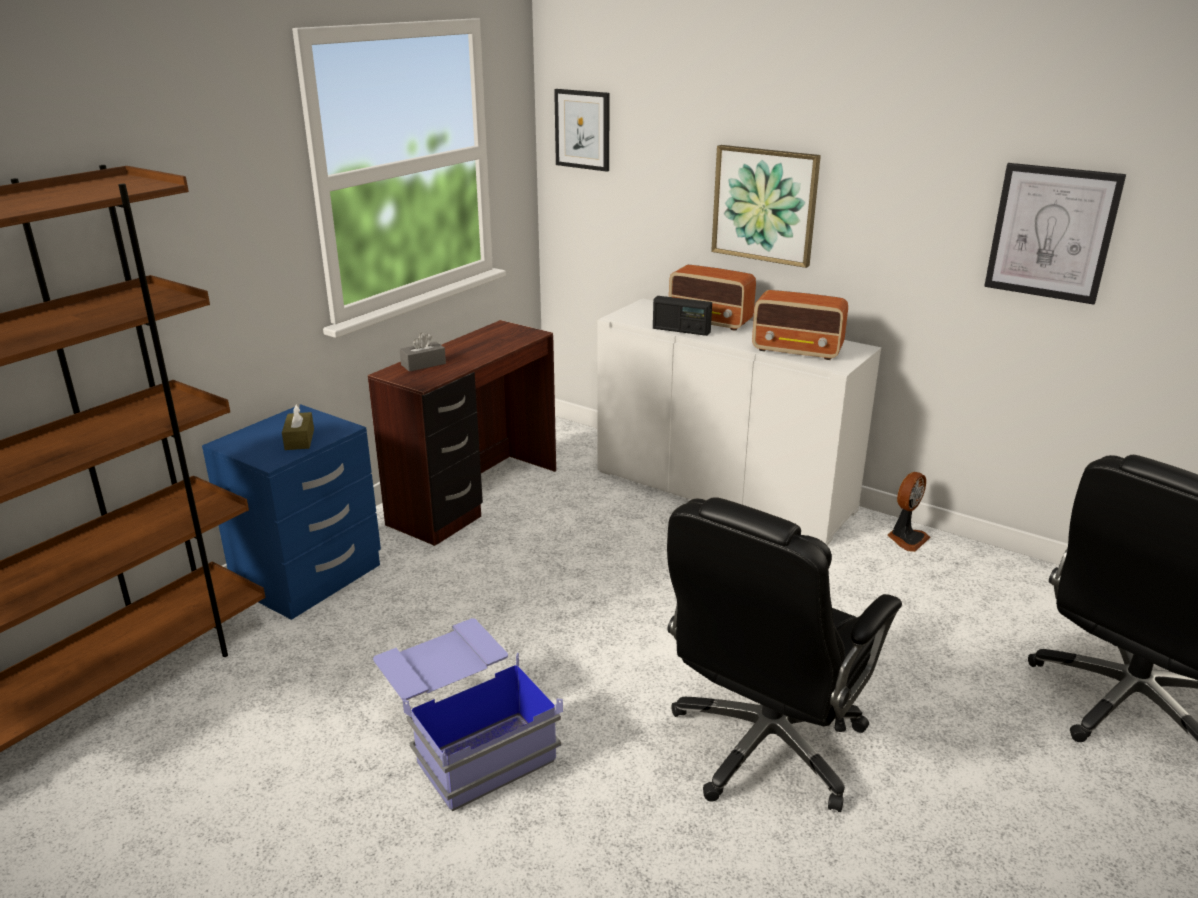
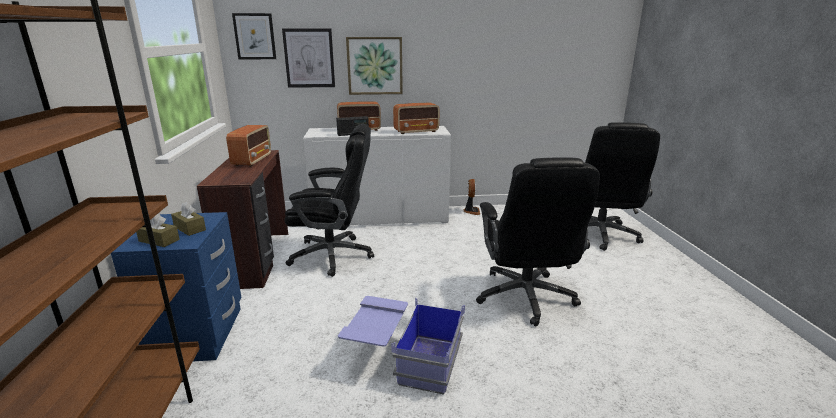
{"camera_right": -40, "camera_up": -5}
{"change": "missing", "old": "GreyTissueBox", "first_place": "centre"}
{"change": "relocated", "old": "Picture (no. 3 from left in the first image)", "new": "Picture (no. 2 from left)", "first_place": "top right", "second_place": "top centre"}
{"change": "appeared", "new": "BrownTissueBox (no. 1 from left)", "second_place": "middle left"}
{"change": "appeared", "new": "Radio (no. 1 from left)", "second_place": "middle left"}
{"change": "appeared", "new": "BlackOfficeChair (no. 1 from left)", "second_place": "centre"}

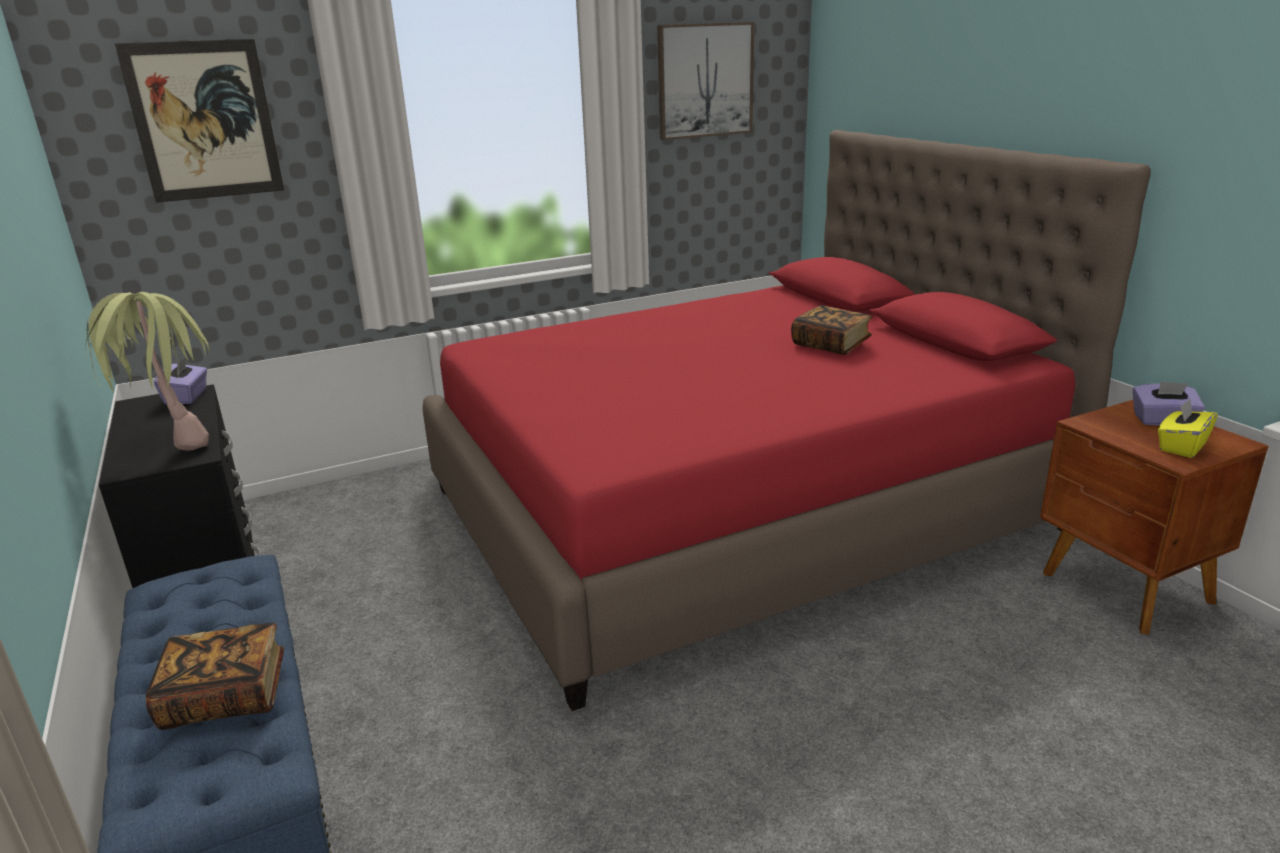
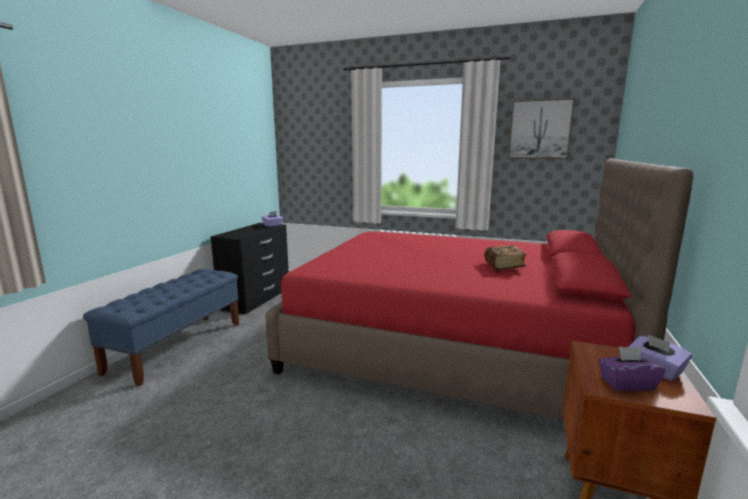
{"camera_right": 45, "camera_up": -10}
{"change": "missing", "old": "PottedPlant", "first_place": "middle left"}
{"change": "missing", "old": "Picture (no. 1 from left)", "first_place": "top left"}
{"change": "missing", "old": "Book (no. 1 from left)", "first_place": "bottom left"}
{"change": "colour", "old": "YellowTissueBox", "new": "PurpleTissueBox (no. 2 from left)", "first_place": "middle right", "second_place": "bottom right"}

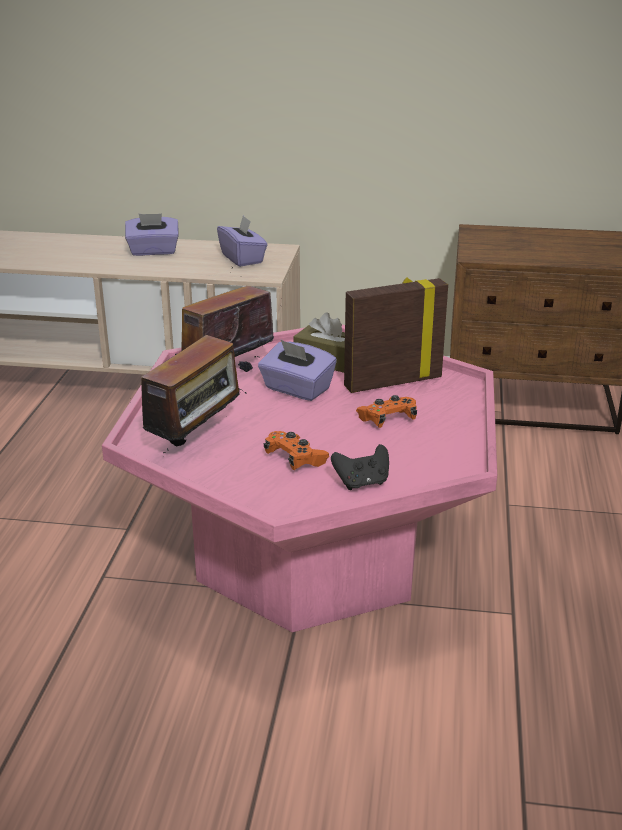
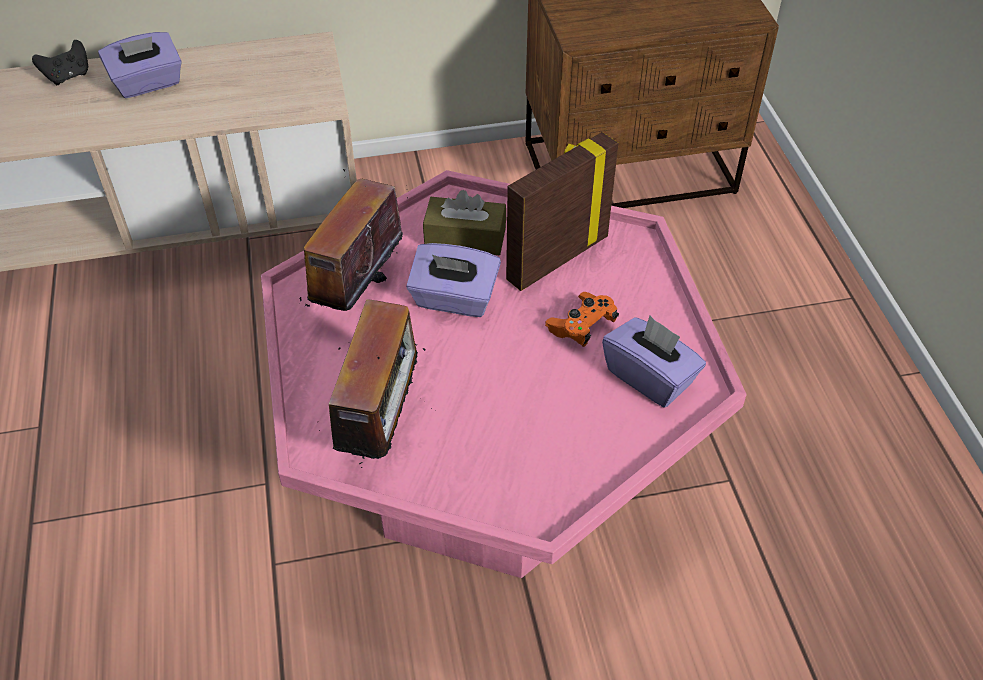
{"camera_right": -20, "camera_up": 20}
{"change": "relocated", "old": "PurpleTissueBox (no. 2 from left in the first image)", "new": "PurpleTissueBox (no. 3 from left)", "first_place": "top centre", "second_place": "centre"}
{"change": "missing", "old": "OrangeGameController (no. 1 from left)", "first_place": "centre"}
{"change": "relocated", "old": "BlackGameController", "first_place": "centre", "second_place": "top left"}

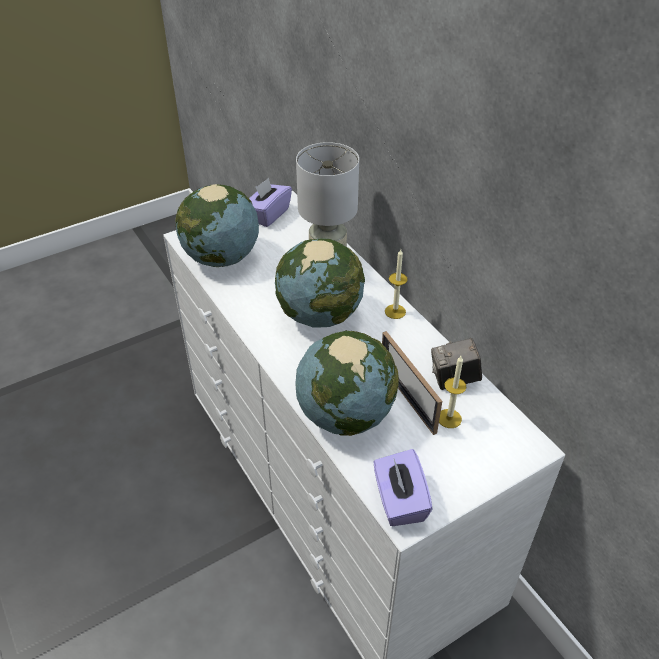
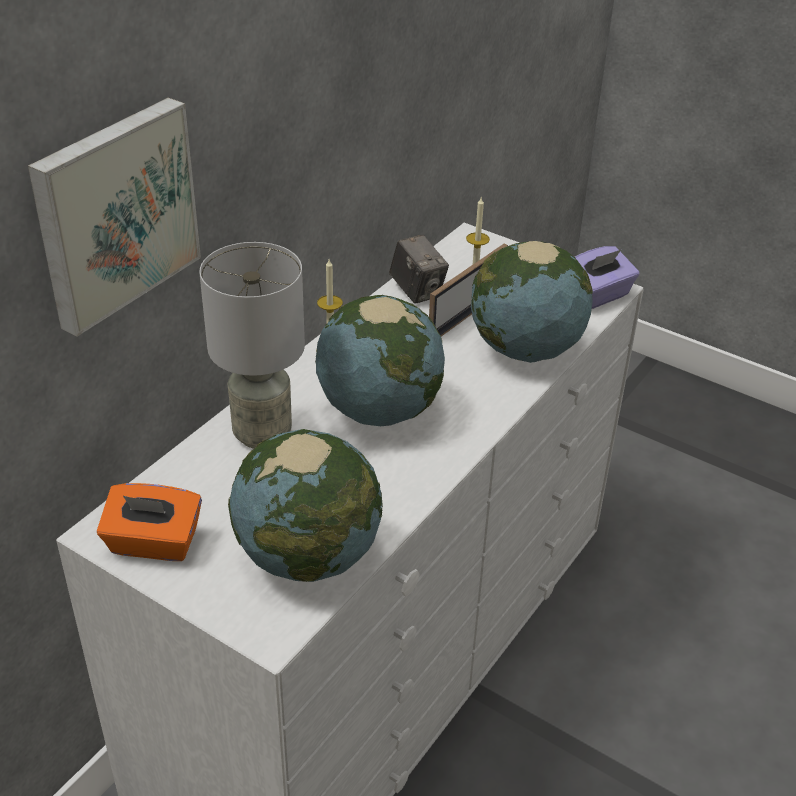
{"camera_right": -115, "camera_up": -5}
{"change": "colour", "old": "PurpleTissueBox (no. 1 from left)", "new": "OrangeTissueBox", "first_place": "top centre", "second_place": "middle left"}
{"change": "appeared", "new": "Picture", "second_place": "top left"}

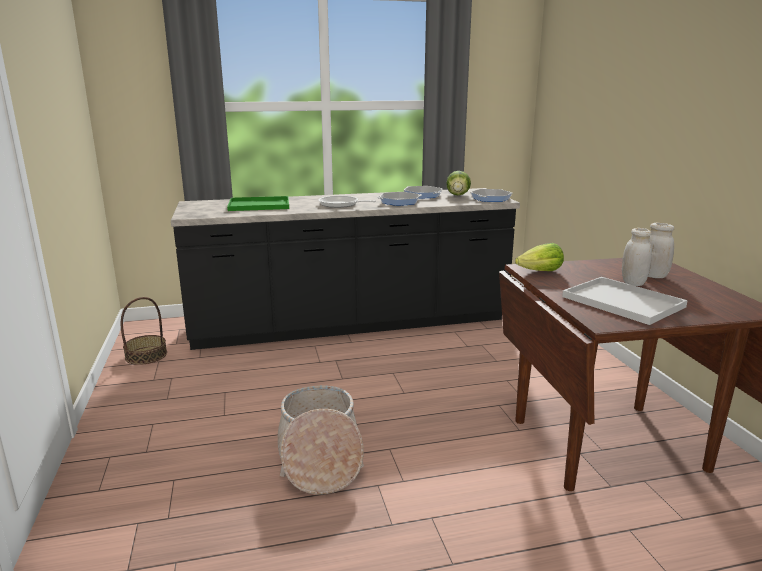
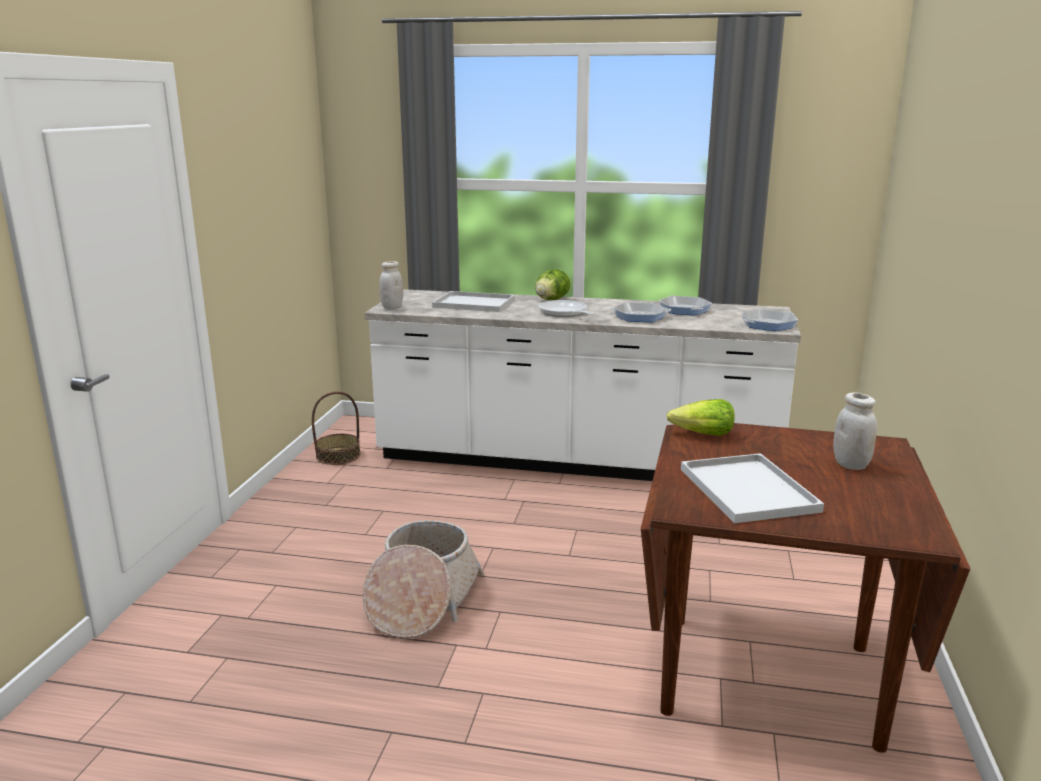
{"camera_right": 25, "camera_up": 0}
{"change": "colour", "old": "BlackCounter", "new": "WhiteCounter", "first_place": "centre", "second_place": "centre"}
{"change": "colour", "old": "GreenTray", "new": "WhiteTray (no. 1 from left)", "first_place": "centre", "second_place": "centre"}
{"change": "relocated", "old": "Lettuce (no. 1 from left)", "first_place": "top centre", "second_place": "centre"}
{"change": "relocated", "old": "WhiteJar (no. 1 from left)", "first_place": "middle right", "second_place": "centre"}

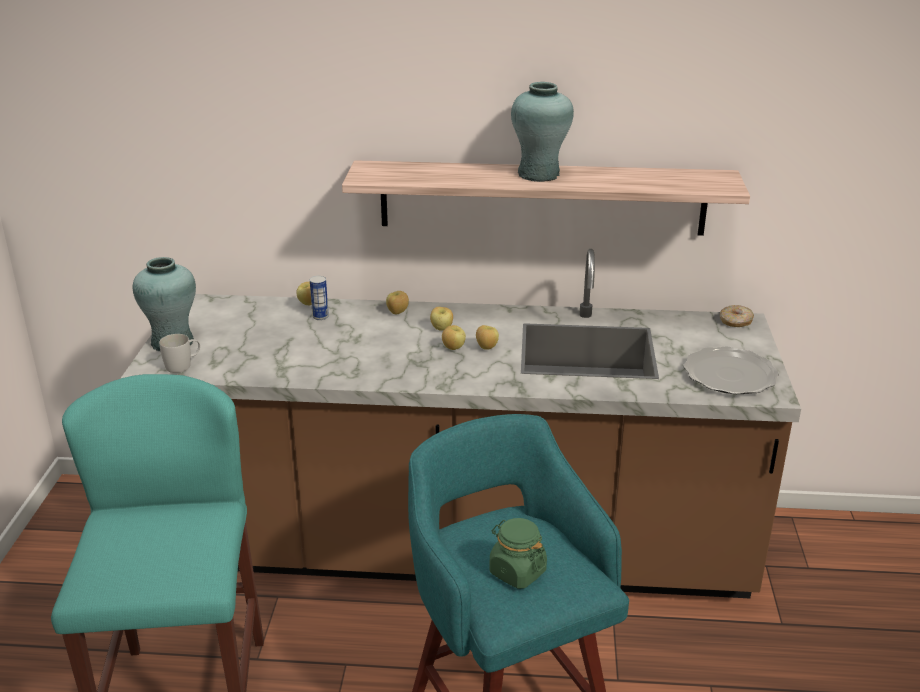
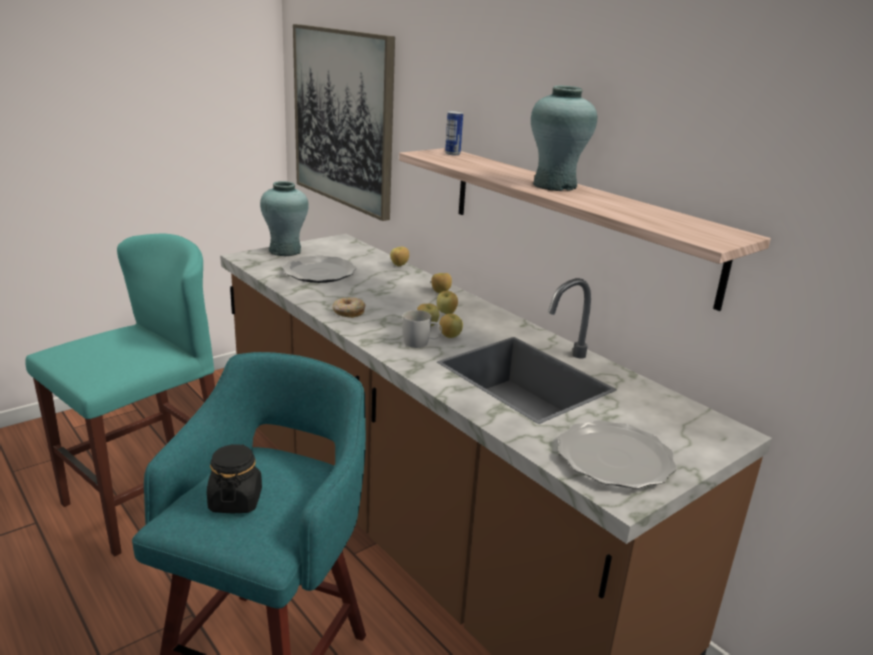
{"camera_right": 45, "camera_up": -5}
{"change": "relocated", "old": "WhiteMug", "first_place": "middle left", "second_place": "centre"}
{"change": "relocated", "old": "Can", "first_place": "centre", "second_place": "top centre"}
{"change": "colour", "old": "GreenJar", "new": "BlackJar", "first_place": "bottom centre", "second_place": "bottom left"}
{"change": "relocated", "old": "Donut", "first_place": "middle right", "second_place": "centre"}
{"change": "appeared", "new": "Plate (no. 1 from left)", "second_place": "centre"}
{"change": "appeared", "new": "Picture", "second_place": "top centre"}

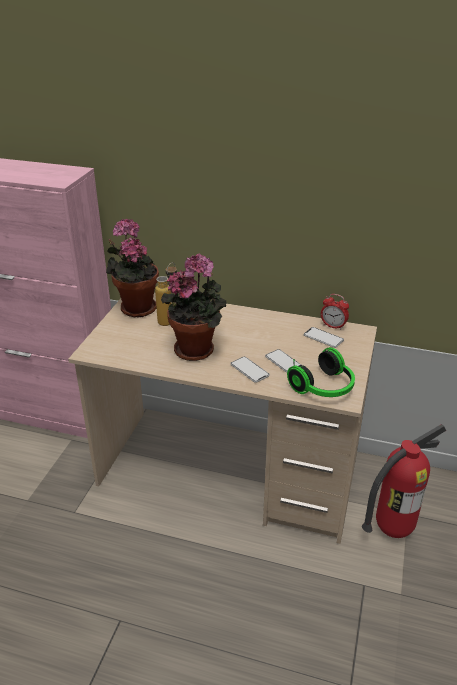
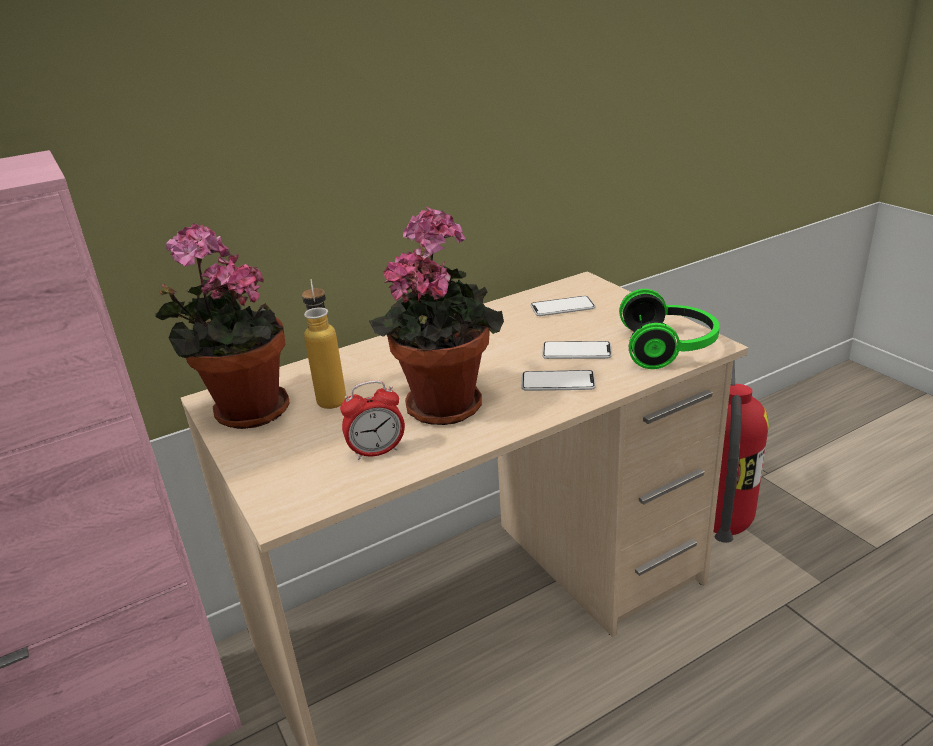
{"camera_right": -45, "camera_up": -5}
{"change": "relocated", "old": "AlarmClock", "first_place": "middle right", "second_place": "centre"}

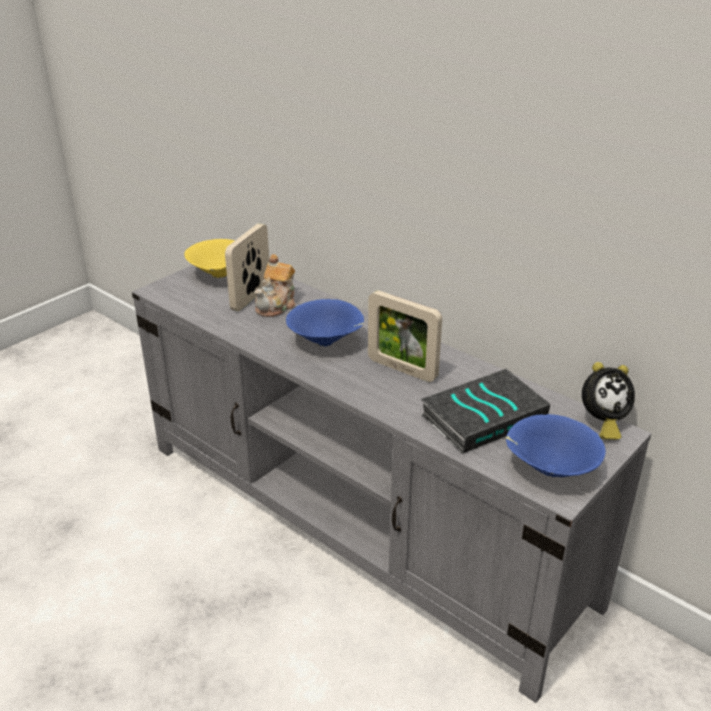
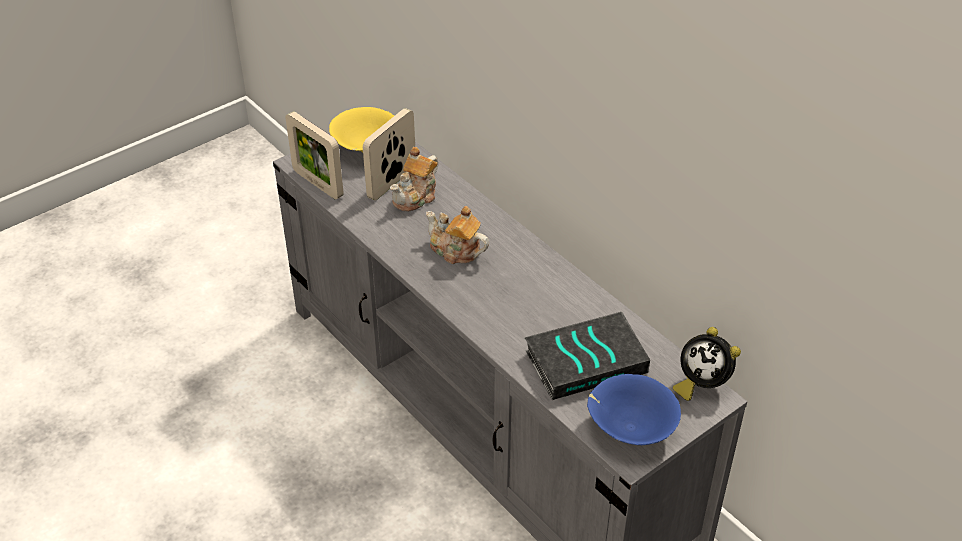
{"camera_right": 10, "camera_up": 10}
{"change": "exchanged", "old": "BlueBowl (no. 1 from left)", "new": "Teapot (no. 2 from left)", "first_place": "centre", "second_place": "centre"}
{"change": "relocated", "old": "PictureFrame (no. 2 from left in the first image)", "new": "PictureFrame (no. 1 from left)", "first_place": "centre", "second_place": "top left"}
{"change": "spun", "old": "AlarmClock", "first_place": "middle right", "second_place": "bottom right", "degrees": 45}

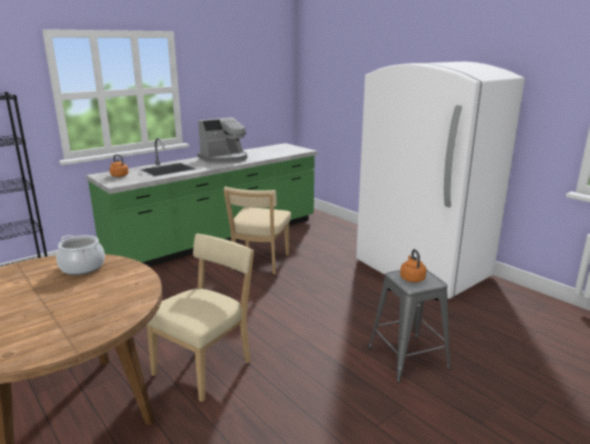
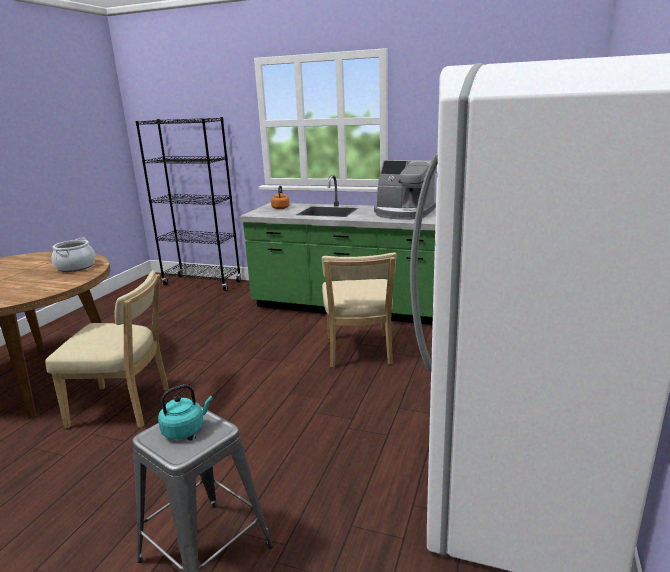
{"camera_right": 60, "camera_up": 0}
{"change": "spun", "old": "BeigeChair (no. 2 from left)", "first_place": "centre", "second_place": "centre", "degrees": -75}
{"change": "colour", "old": "OrangeKettle (no. 2 from left)", "new": "TurquoiseKettle", "first_place": "middle right", "second_place": "bottom left"}

